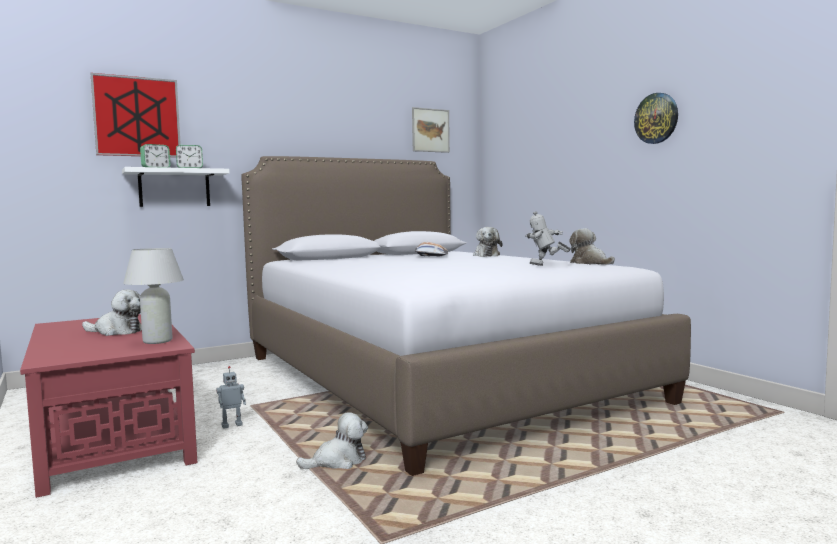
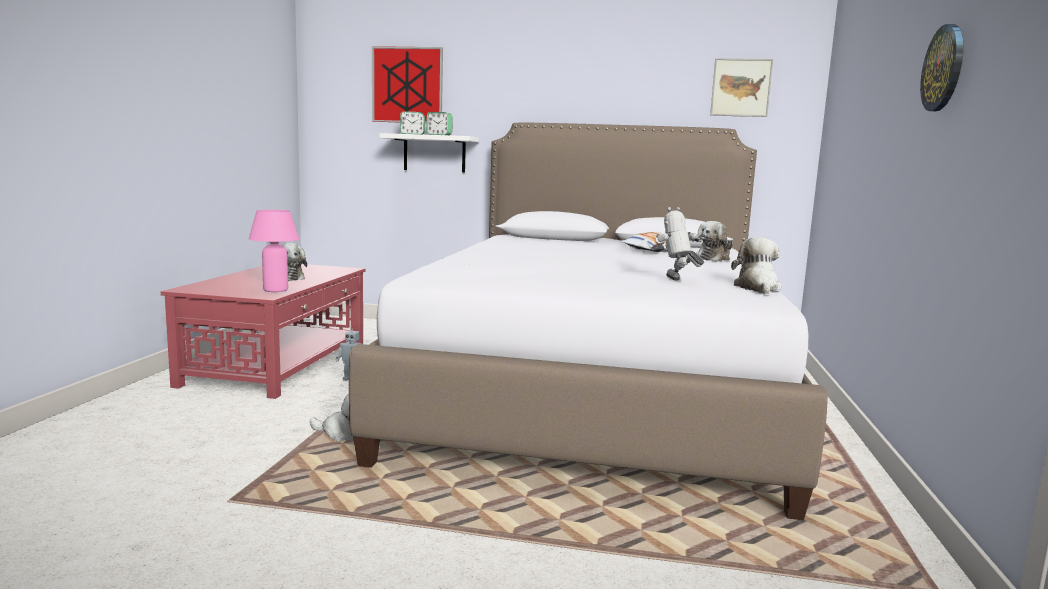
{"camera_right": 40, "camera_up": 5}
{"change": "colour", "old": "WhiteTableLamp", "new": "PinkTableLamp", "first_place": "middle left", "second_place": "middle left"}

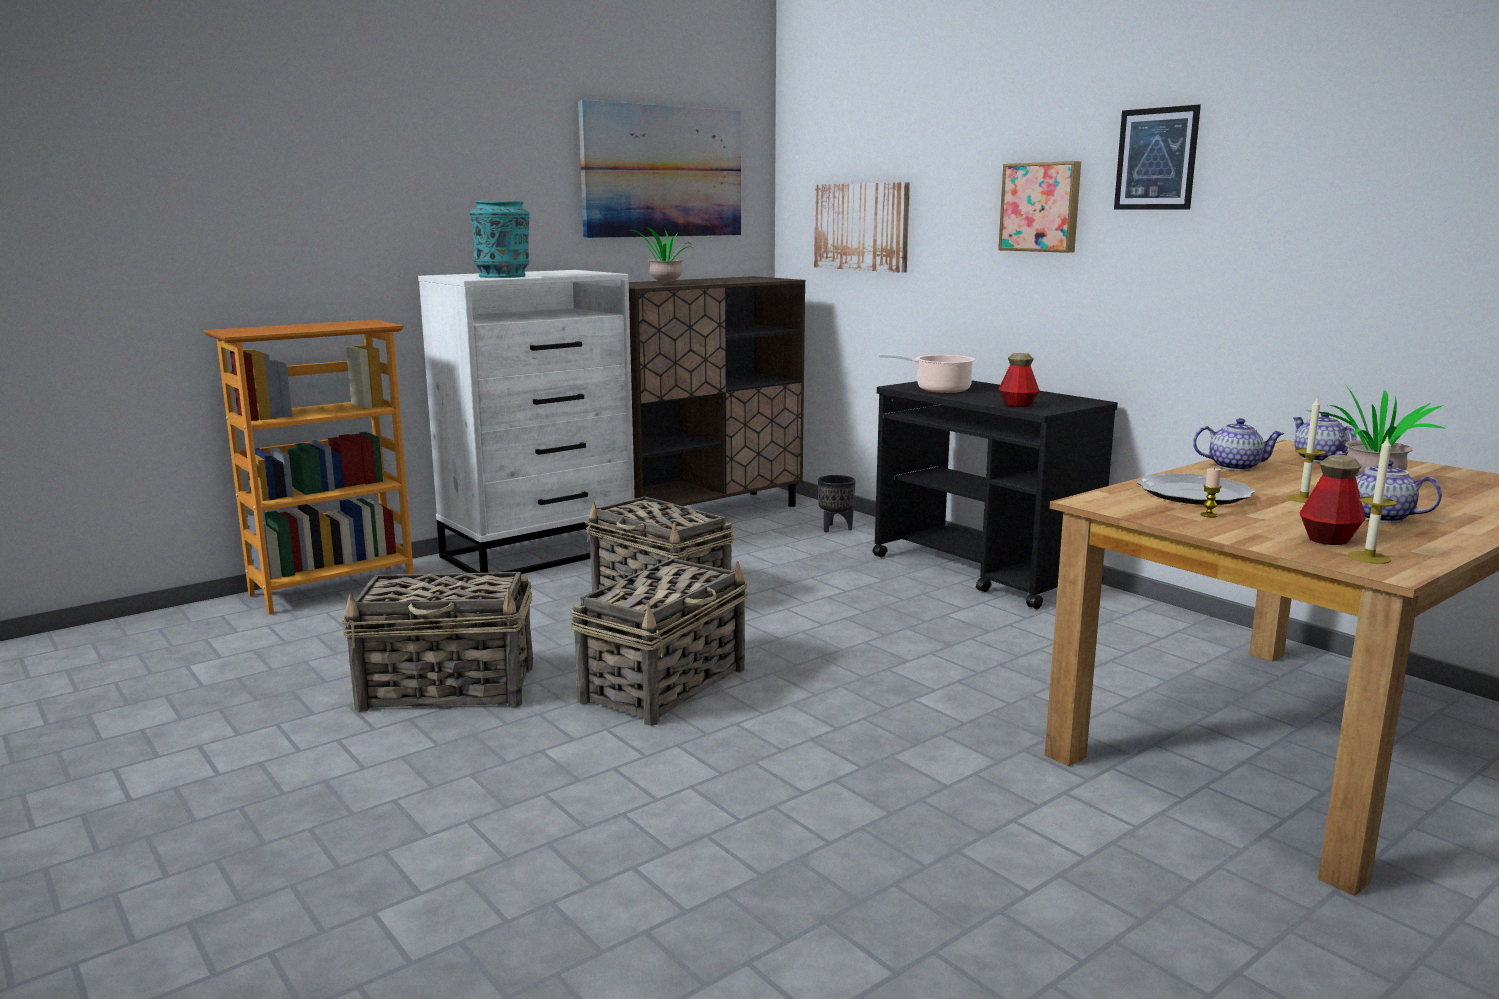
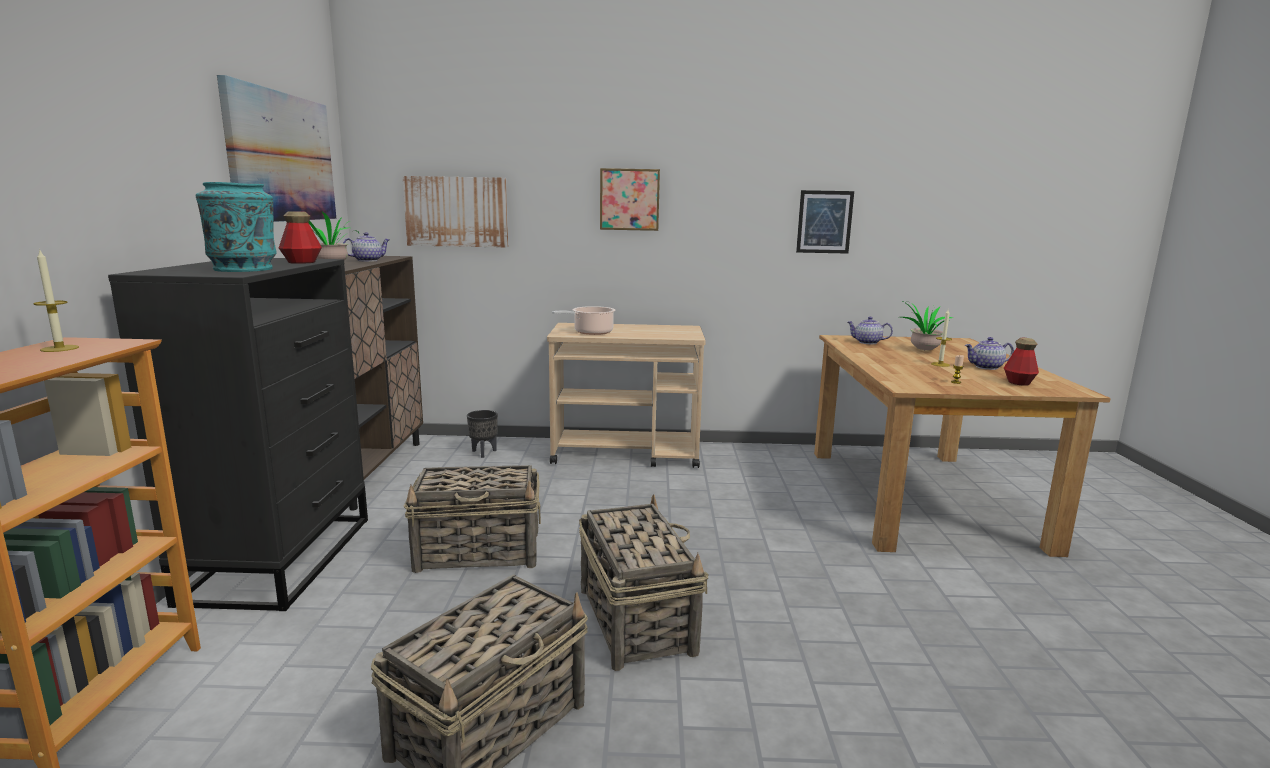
{"camera_right": -50, "camera_up": 0}
{"change": "colour", "old": "WhiteDresser", "new": "BlackDresser", "first_place": "centre", "second_place": "middle left"}
{"change": "colour", "old": "BlackCart", "new": "BeigeCart", "first_place": "centre", "second_place": "centre"}
{"change": "relocated", "old": "Bottle (no. 1 from left)", "first_place": "middle right", "second_place": "top left"}
{"change": "relocated", "old": "Picture (no. 4 from left)", "first_place": "top right", "second_place": "top centre"}
{"change": "missing", "old": "Plate", "first_place": "middle right"}
{"change": "relocated", "old": "Teapot (no. 1 from left)", "first_place": "middle right", "second_place": "top left"}
{"change": "relocated", "old": "Candle (no. 3 from left in the first image)", "new": "Candle (no. 1 from left)", "first_place": "middle right", "second_place": "middle left"}

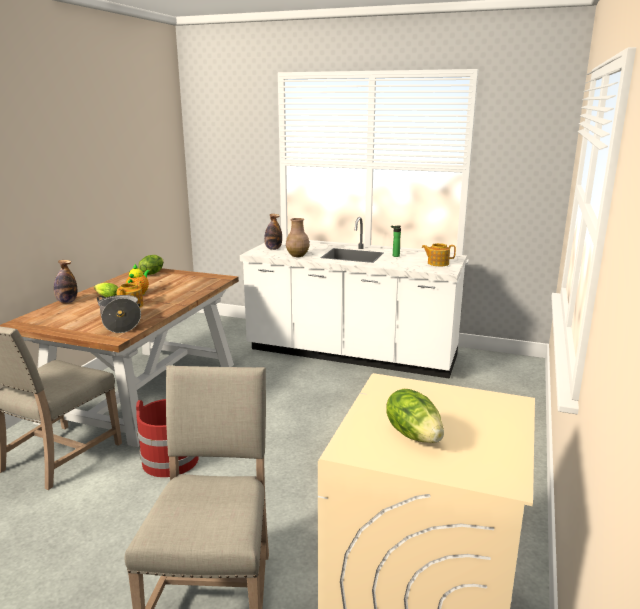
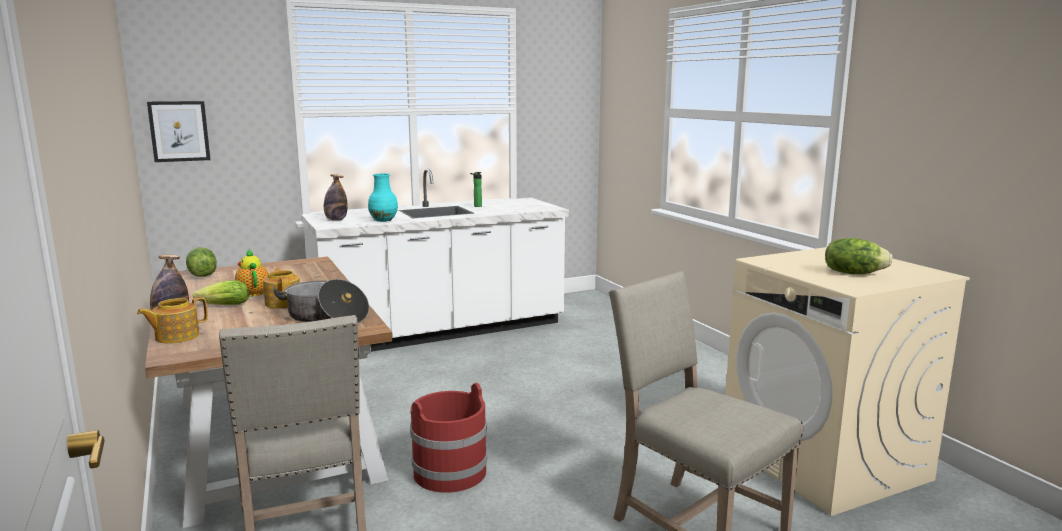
{"camera_right": -45, "camera_up": -5}
{"change": "colour", "old": "BrownVase", "new": "TurquoiseVase", "first_place": "centre", "second_place": "centre"}
{"change": "relocated", "old": "Teapot (no. 3 from left in the first image)", "new": "Teapot (no. 1 from left)", "first_place": "middle right", "second_place": "middle left"}
{"change": "appeared", "new": "Picture", "second_place": "top left"}

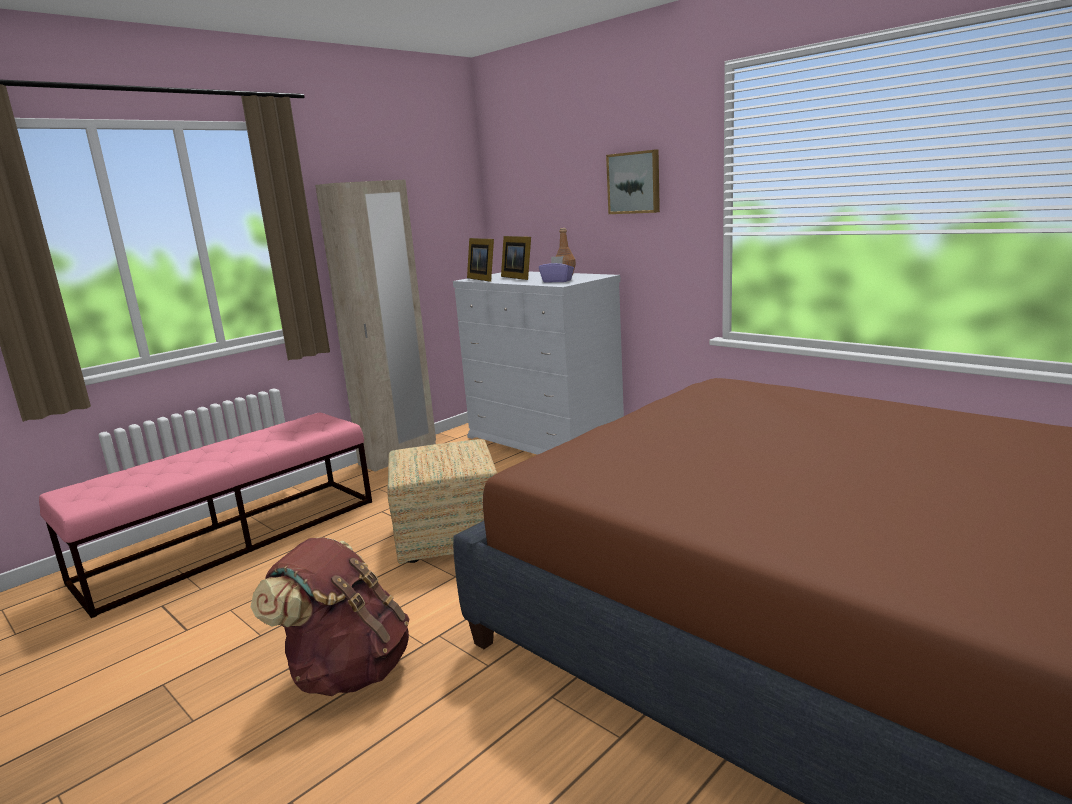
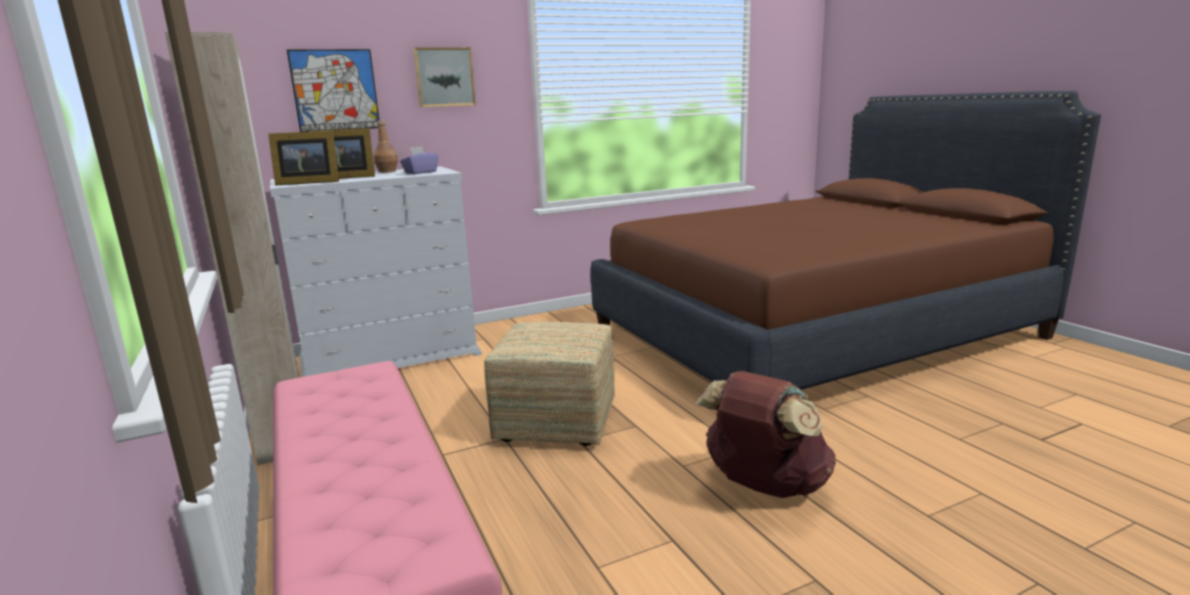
{"camera_right": -70, "camera_up": 0}
{"change": "appeared", "new": "Picture (no. 1 from left)", "second_place": "top left"}

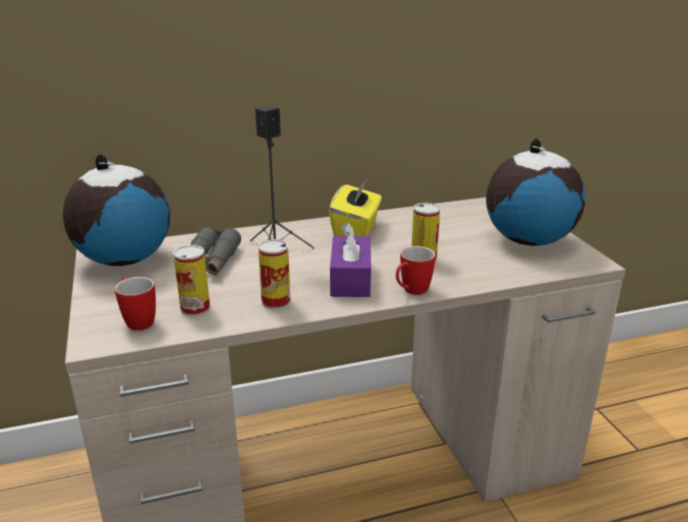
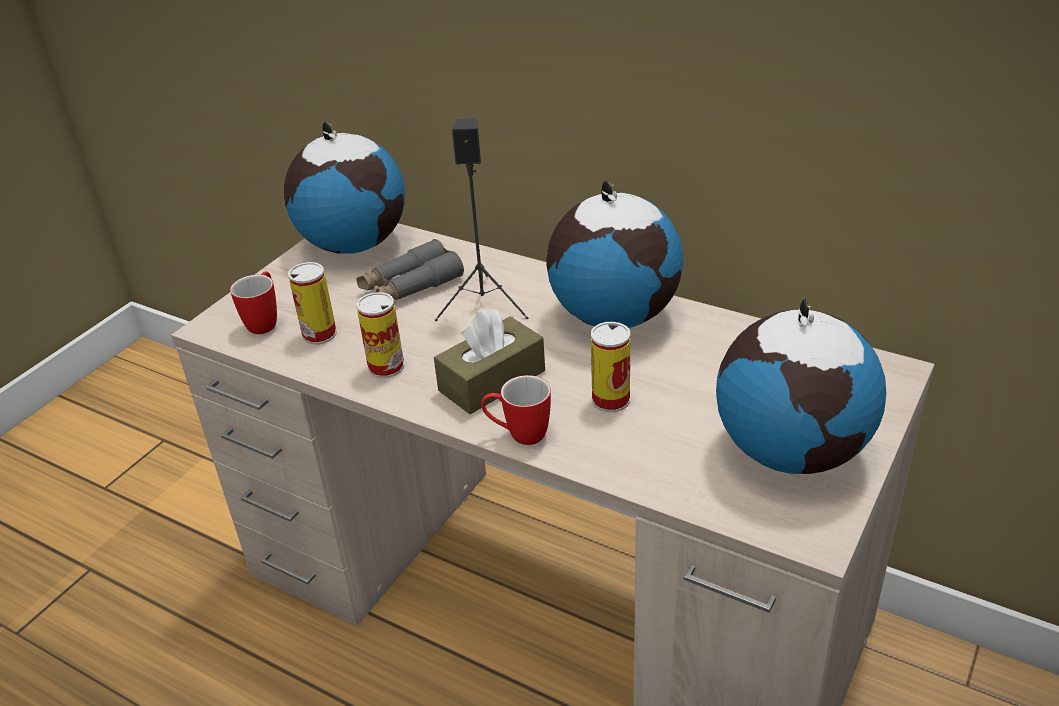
{"camera_right": 50, "camera_up": 10}
{"change": "exchanged", "old": "YellowTissueBox", "new": "Globe (no. 2 from left)", "first_place": "centre", "second_place": "centre"}
{"change": "colour", "old": "PurpleTissueBox", "new": "BrownTissueBox", "first_place": "centre", "second_place": "centre"}

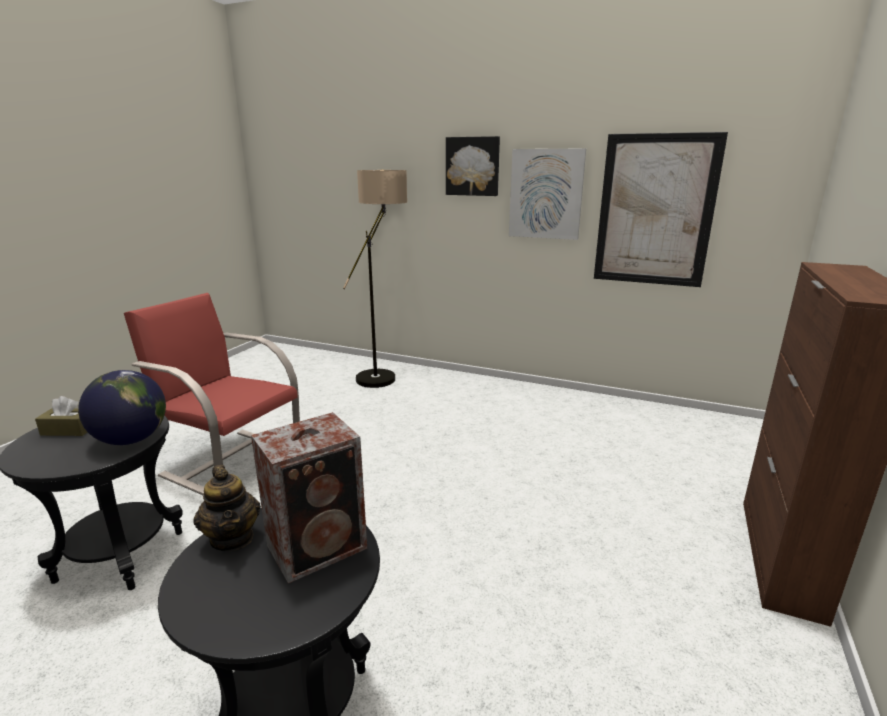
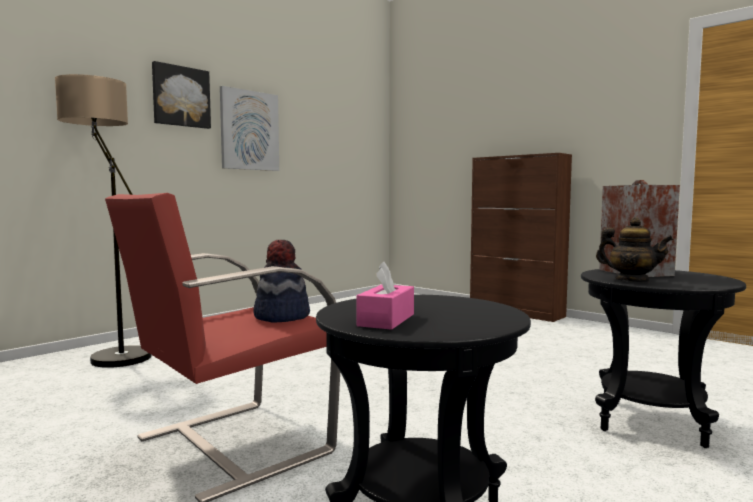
{"camera_right": -70, "camera_up": -15}
{"change": "colour", "old": "BrownTissueBox", "new": "PinkTissueBox", "first_place": "middle left", "second_place": "centre"}
{"change": "missing", "old": "Globe", "first_place": "middle left"}
{"change": "spun", "old": "Teapot", "first_place": "bottom left", "second_place": "middle right", "degrees": 45}
{"change": "missing", "old": "Picture (no. 3 from left)", "first_place": "top right"}
{"change": "appeared", "new": "Hat", "second_place": "centre"}

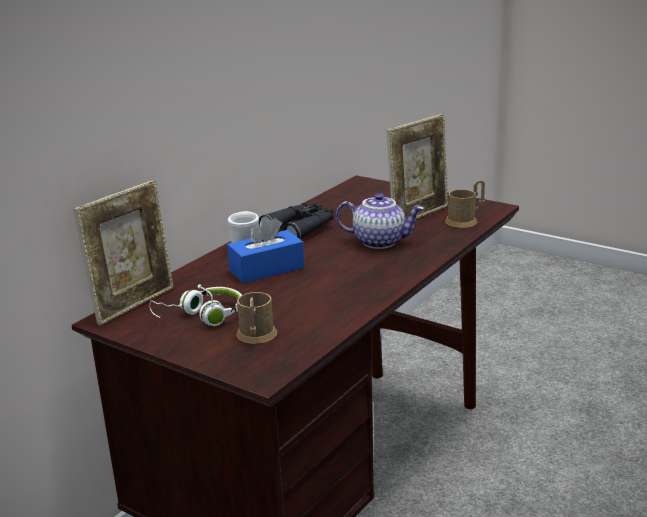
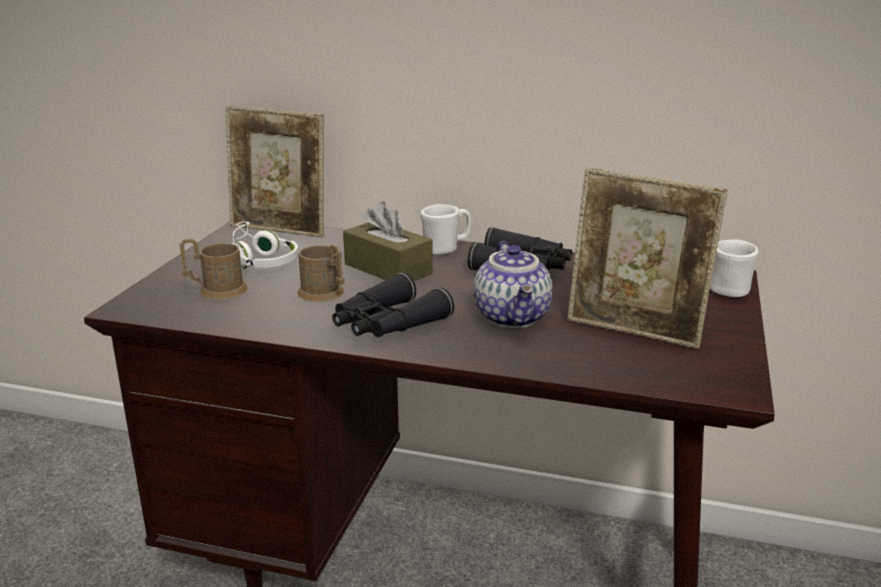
{"camera_right": 70, "camera_up": 0}
{"change": "colour", "old": "BlueTissueBox", "new": "BrownTissueBox", "first_place": "centre", "second_place": "centre"}
{"change": "relocated", "old": "BrownMug (no. 2 from left)", "first_place": "middle right", "second_place": "centre"}
{"change": "appeared", "new": "BlackBinoculars (no. 1 from left)", "second_place": "centre"}
{"change": "appeared", "new": "WhiteMug (no. 2 from left)", "second_place": "middle right"}

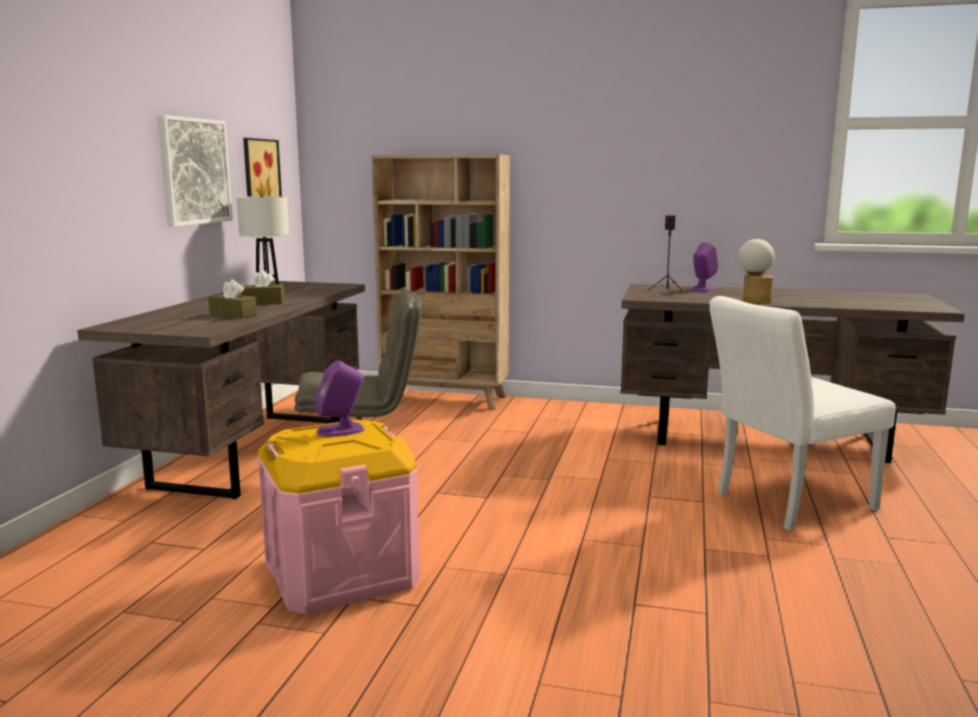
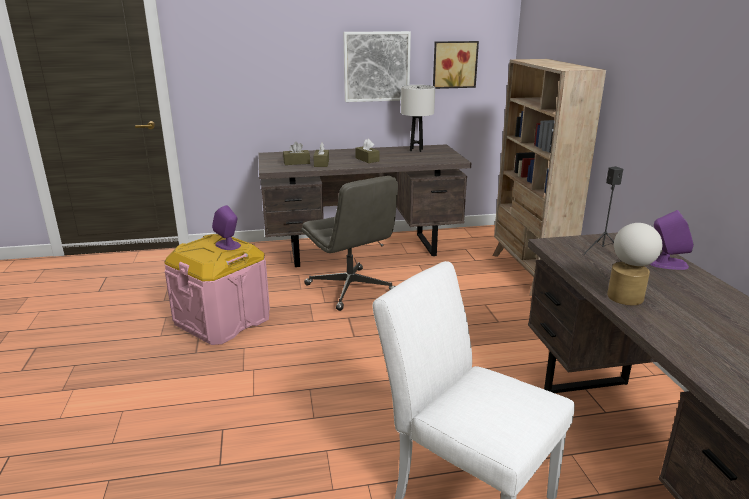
{"camera_right": 65, "camera_up": 10}
{"change": "appeared", "new": "BrownTissueBox (no. 1 from left)", "second_place": "top centre"}

